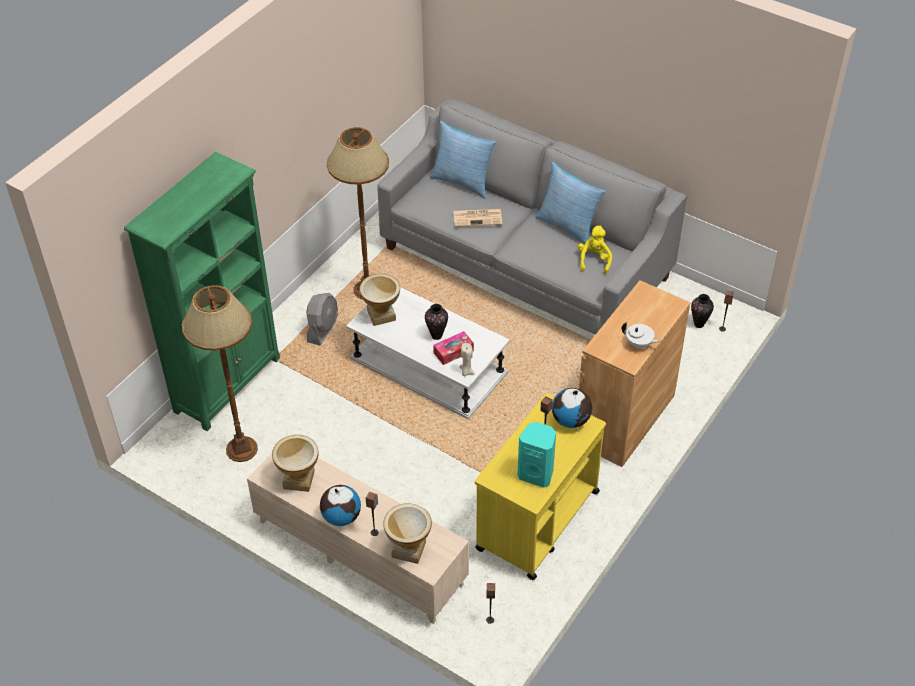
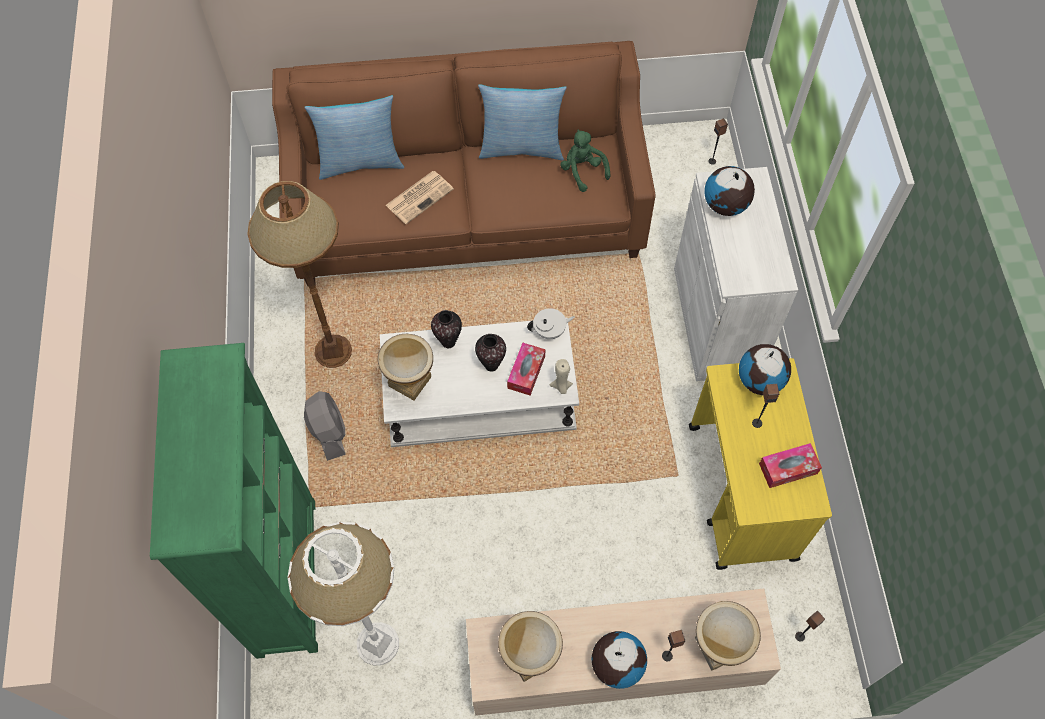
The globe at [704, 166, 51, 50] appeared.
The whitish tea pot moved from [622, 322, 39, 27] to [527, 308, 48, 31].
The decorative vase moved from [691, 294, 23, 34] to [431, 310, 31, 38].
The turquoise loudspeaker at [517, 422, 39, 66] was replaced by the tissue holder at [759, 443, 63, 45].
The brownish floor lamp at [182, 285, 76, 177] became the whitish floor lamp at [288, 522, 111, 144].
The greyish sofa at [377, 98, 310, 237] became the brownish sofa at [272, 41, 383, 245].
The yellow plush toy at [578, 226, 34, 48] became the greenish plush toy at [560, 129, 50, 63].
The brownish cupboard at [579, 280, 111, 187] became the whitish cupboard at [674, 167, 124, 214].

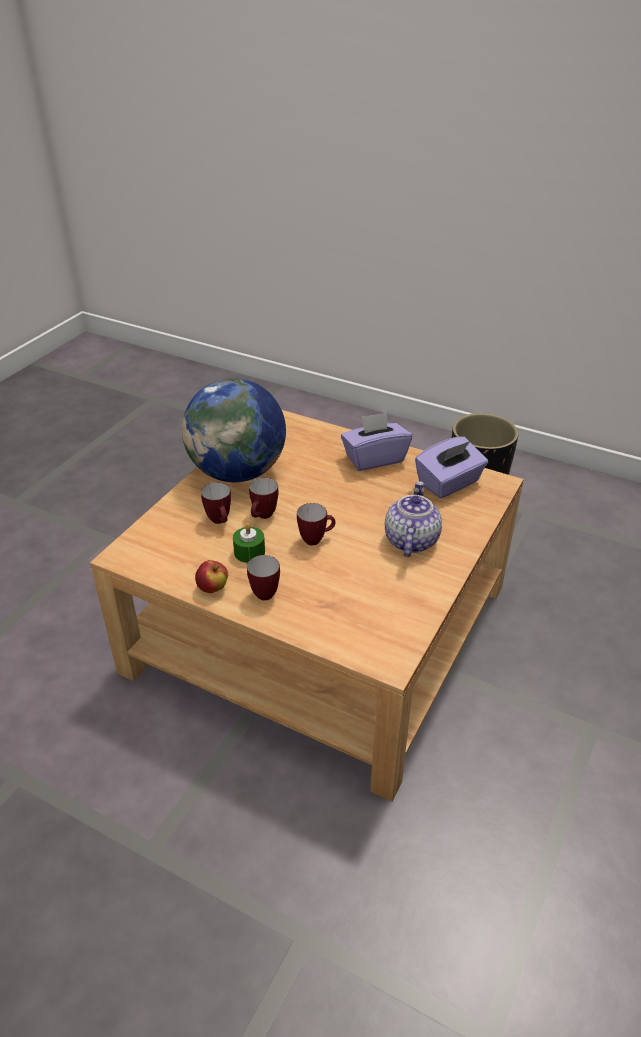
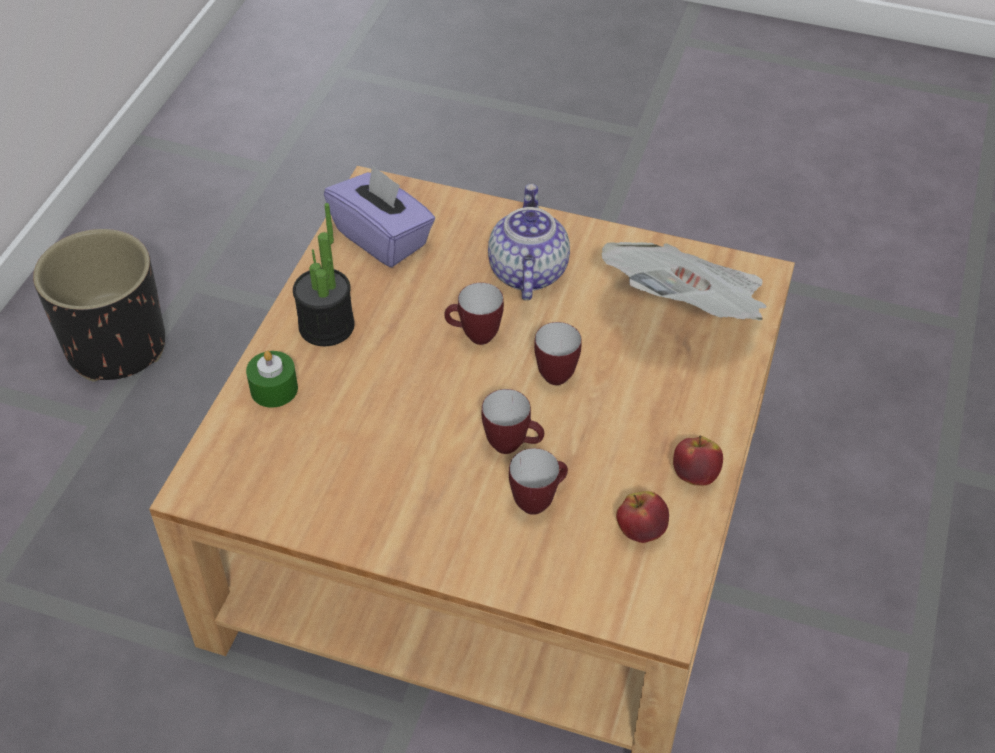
The globe at [182, 378, 104, 104] disappeared.
The newspaper at [602, 242, 165, 79] appeared.
The whole apple at [616, 491, 53, 52] appeared.
The greenish wax light moved from [233, 523, 32, 40] to [246, 350, 52, 58].
The coffee mug moved from [247, 555, 33, 46] to [444, 282, 60, 63].
The purple tissue holder at [341, 412, 71, 59] was replaced by the potted plant at [293, 203, 62, 143].
The tea pot at [385, 481, 57, 76] turned 90 degrees clockwise.

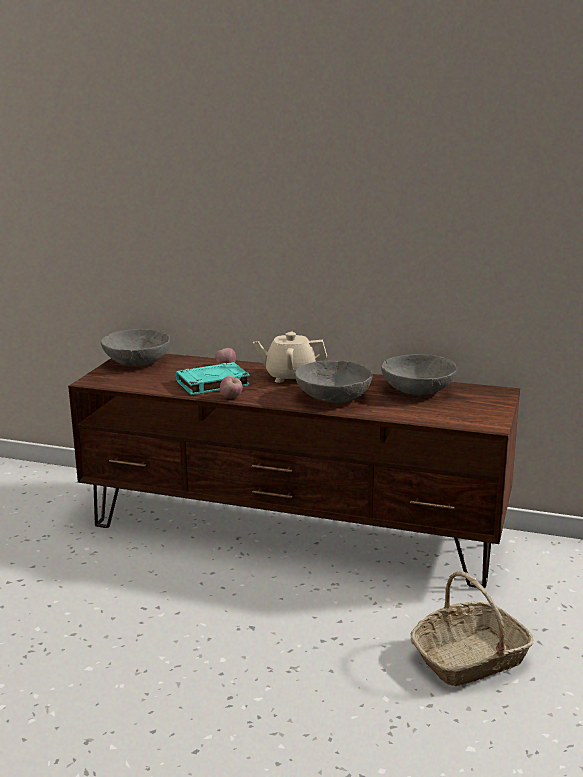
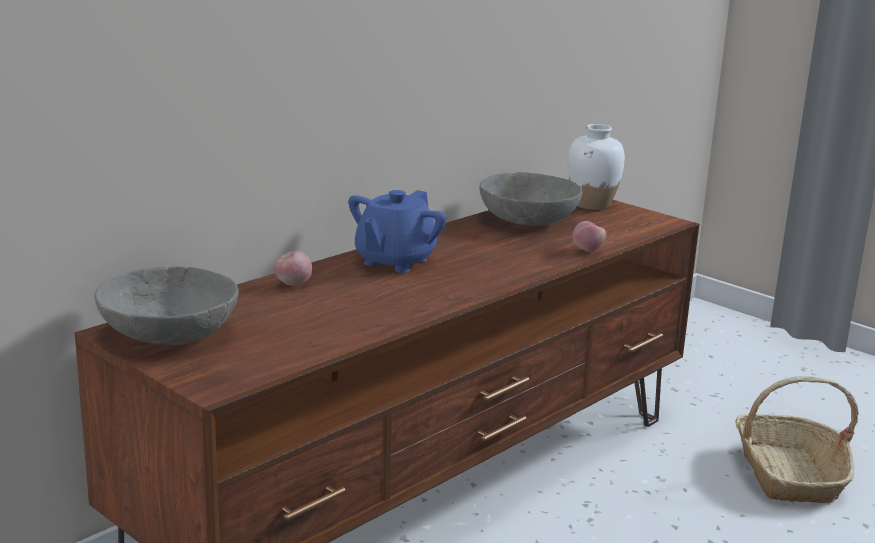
The turquoise book at [176, 362, 74, 33] disappeared.
The greyish bowl at [295, 361, 78, 42] disappeared.
The whitish decorative vase at [568, 124, 57, 86] appeared.
The whole apple moved from [220, 376, 23, 22] to [572, 221, 34, 31].
The sand-coloured tea pot at [253, 332, 74, 51] became the bluish tea pot at [348, 190, 98, 83].

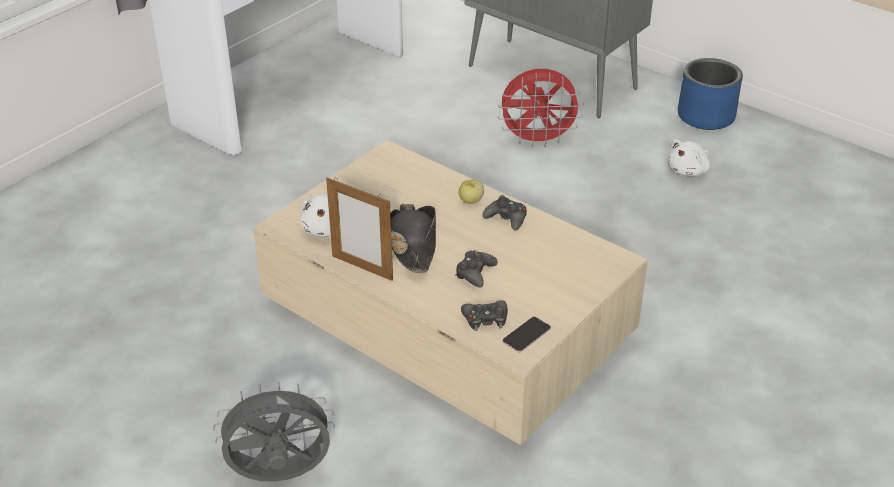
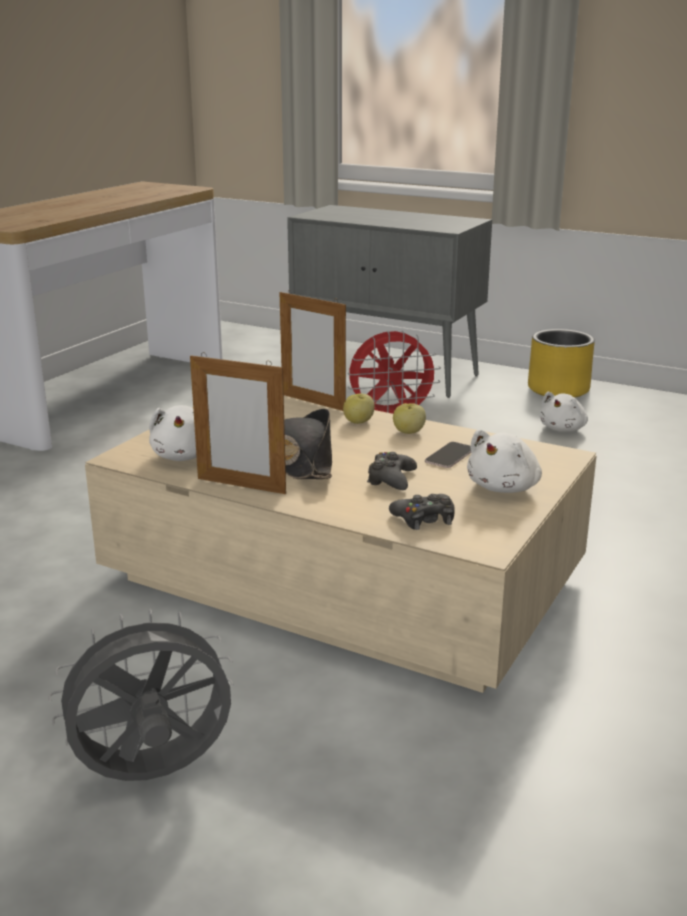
The photo frame at [279, 290, 67, 121] appeared.
The whitish plush toy at [467, 429, 75, 64] appeared.
The phone moved from [502, 317, 49, 35] to [425, 442, 46, 26].
The blackish game controller at [483, 195, 44, 35] was replaced by the whole apple at [393, 403, 33, 31].
The bluish planter at [678, 58, 65, 72] became the yellow planter at [528, 329, 67, 69].

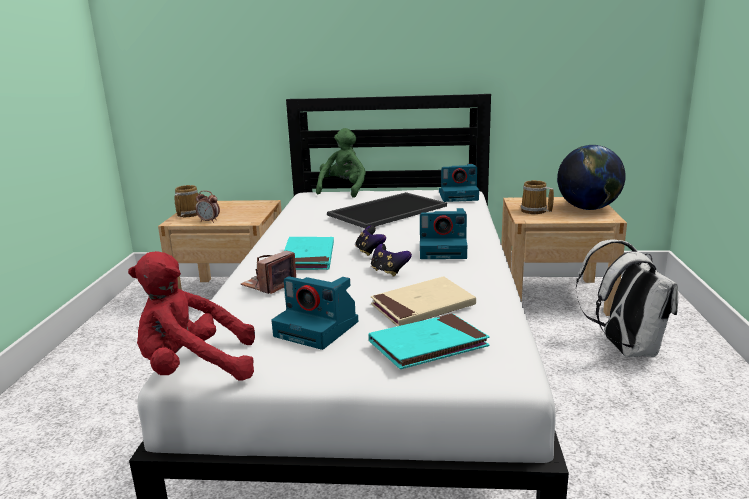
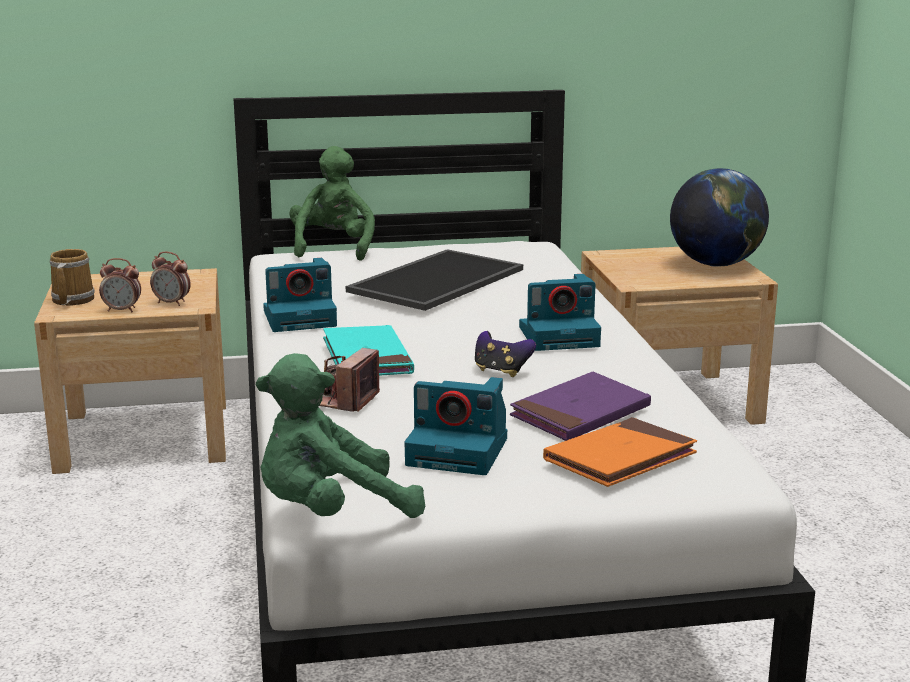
The game controller at [355, 226, 31, 30] disappeared.
The coffee mug at [521, 180, 33, 34] disappeared.
The whitish rucksack at [576, 239, 102, 118] disappeared.
The bedside clock at [150, 252, 41, 54] appeared.
The still camera moved from [439, 164, 40, 38] to [263, 258, 74, 74].
The reddish plush toy at [128, 251, 127, 130] became the greenish plush toy at [256, 353, 169, 165].
The turquoise book at [369, 313, 121, 56] became the orange book at [543, 417, 154, 70].
The sand-coloured book at [371, 276, 105, 50] became the purple book at [510, 372, 141, 69].

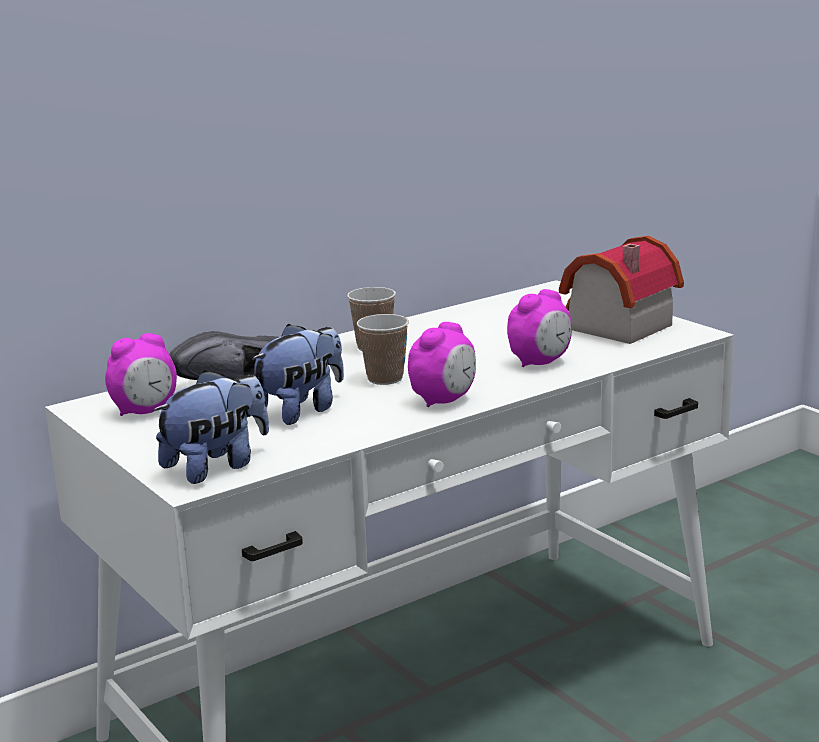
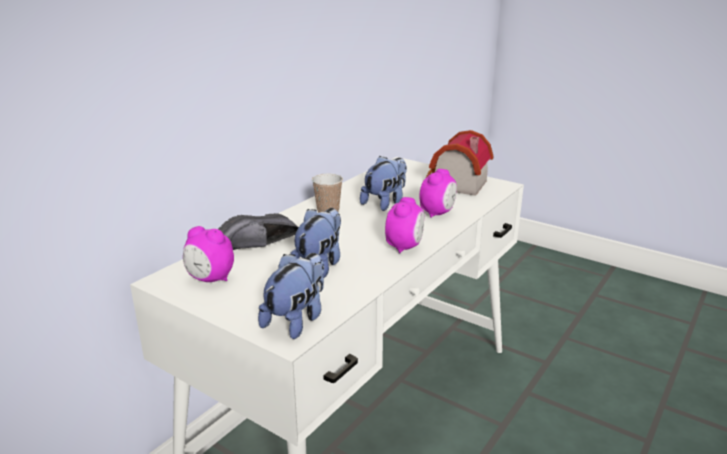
The drinking cup at [357, 314, 52, 71] disappeared.
The plush toy at [360, 156, 47, 55] appeared.
The bedside clock at [105, 333, 72, 83] turned 75 degrees clockwise.

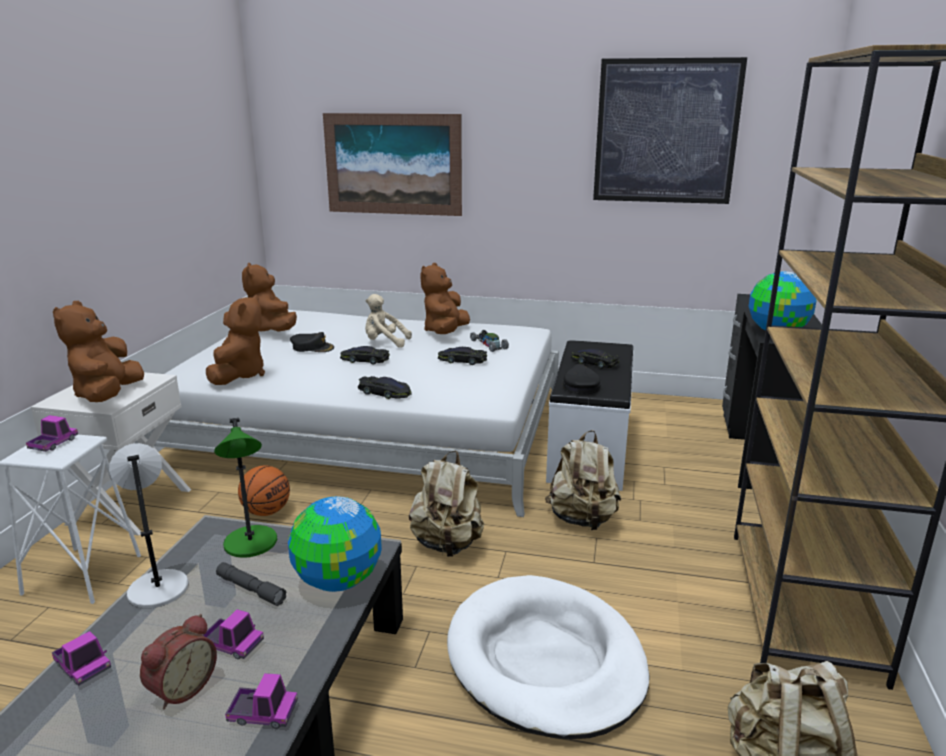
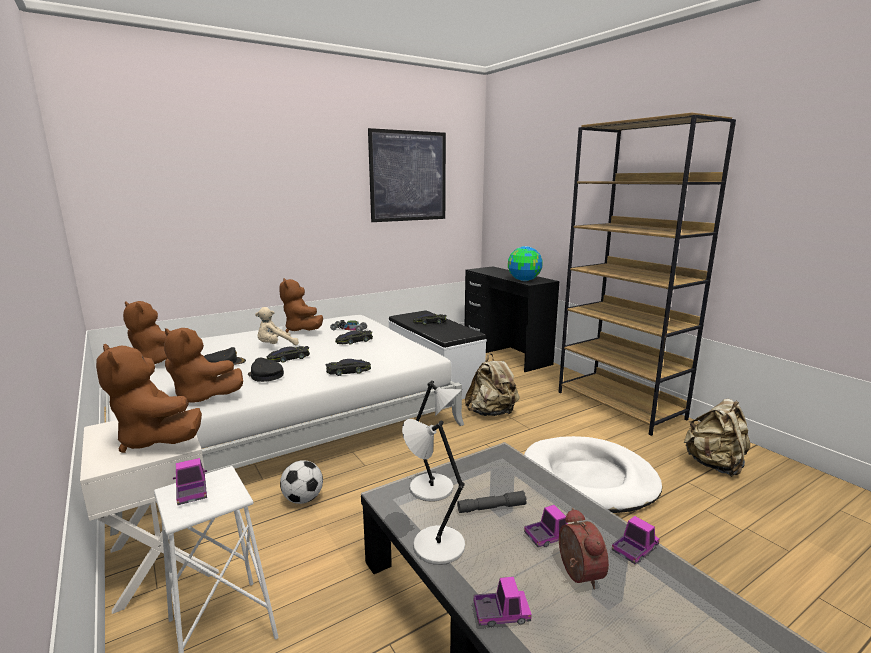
The globe at [288, 496, 94, 96] disappeared.
The picture at [323, 113, 139, 103] disappeared.
The sand-coloured rucksack at [409, 451, 75, 106] disappeared.
The blackish baseball cap moved from [562, 364, 39, 30] to [248, 358, 36, 24].
The ball for basketball at [238, 465, 52, 51] was replaced by the football ball at [280, 460, 43, 44].
The greenish table lamp at [214, 418, 63, 140] became the greyish table lamp at [410, 380, 52, 121].
The brownish plush toy at [206, 294, 59, 91] turned 150 degrees clockwise.

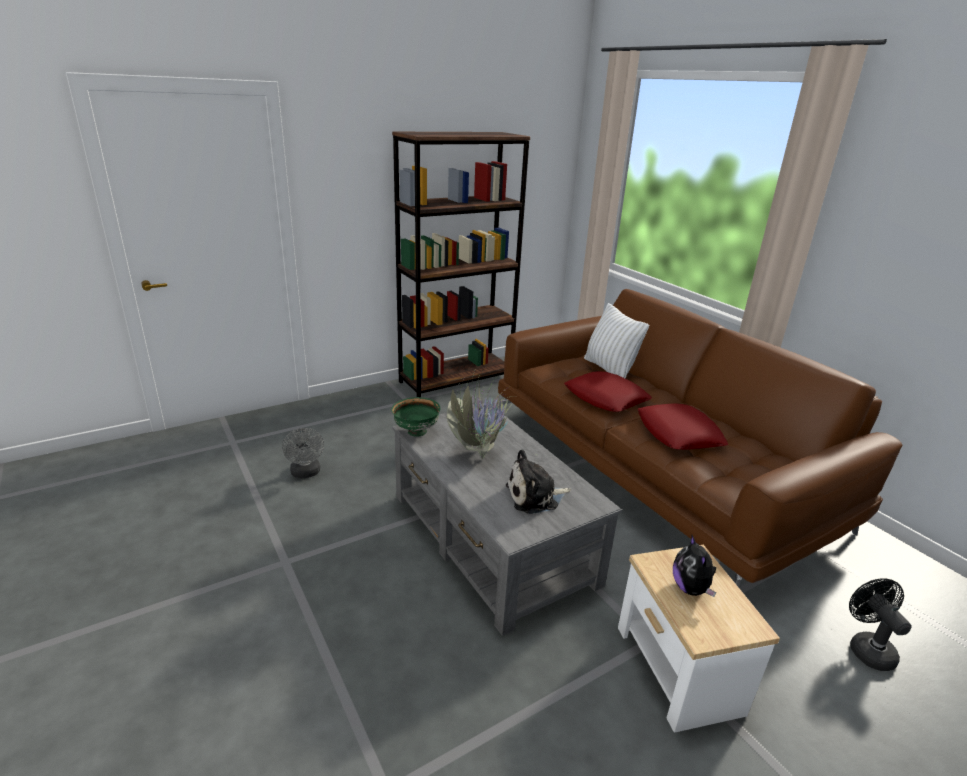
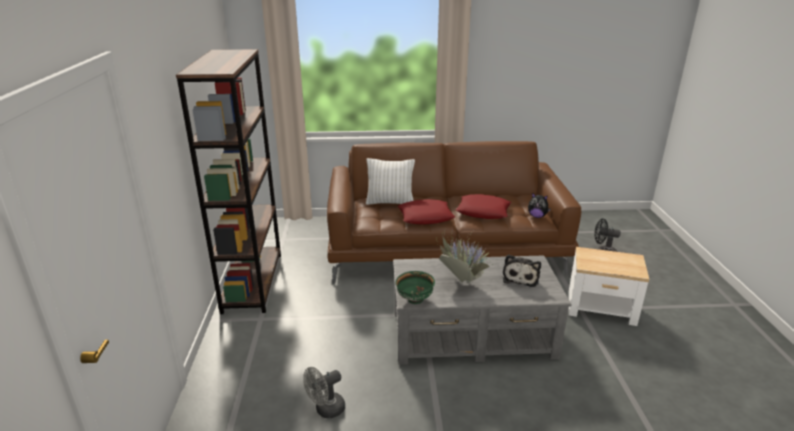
The plush toy moved from [673, 535, 43, 62] to [528, 193, 23, 25].
The greyish fan at [282, 428, 42, 50] turned 135 degrees clockwise.

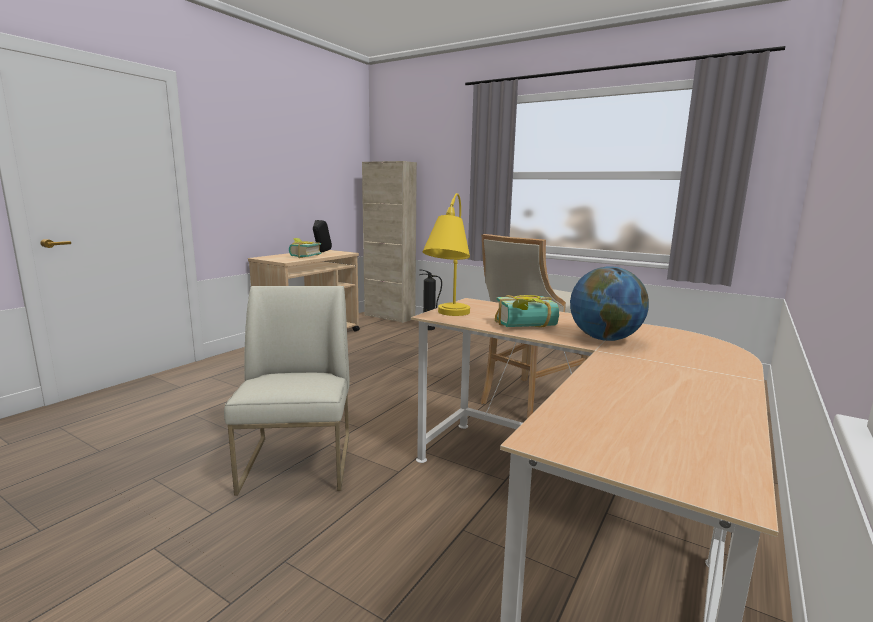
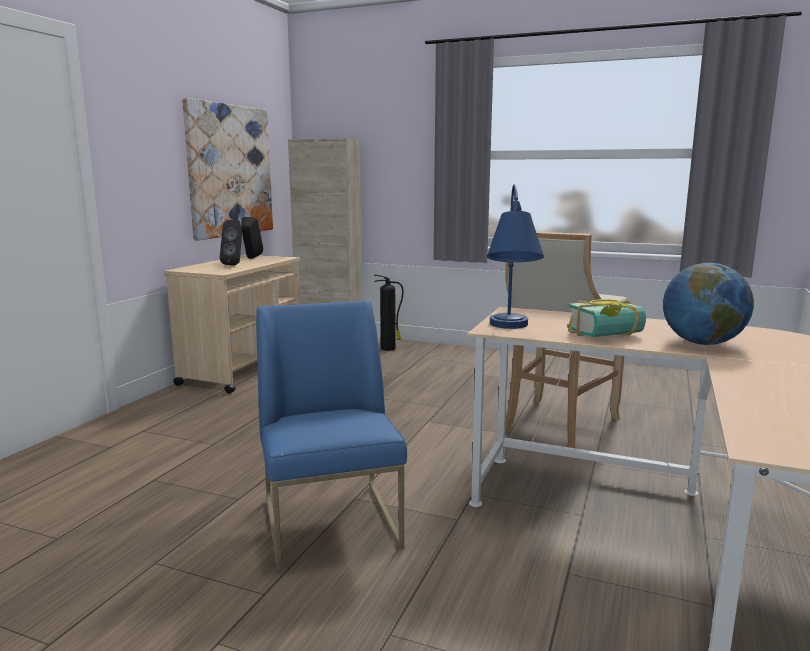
The picture at [182, 98, 91, 142] appeared.
The book at [289, 238, 33, 20] was replaced by the blackish loudspeaker at [220, 220, 22, 46].
The whitish upright chair at [224, 286, 126, 210] became the bluish upright chair at [256, 300, 151, 270].
The yellow table lamp at [423, 193, 47, 123] became the bluish table lamp at [487, 184, 57, 145].

